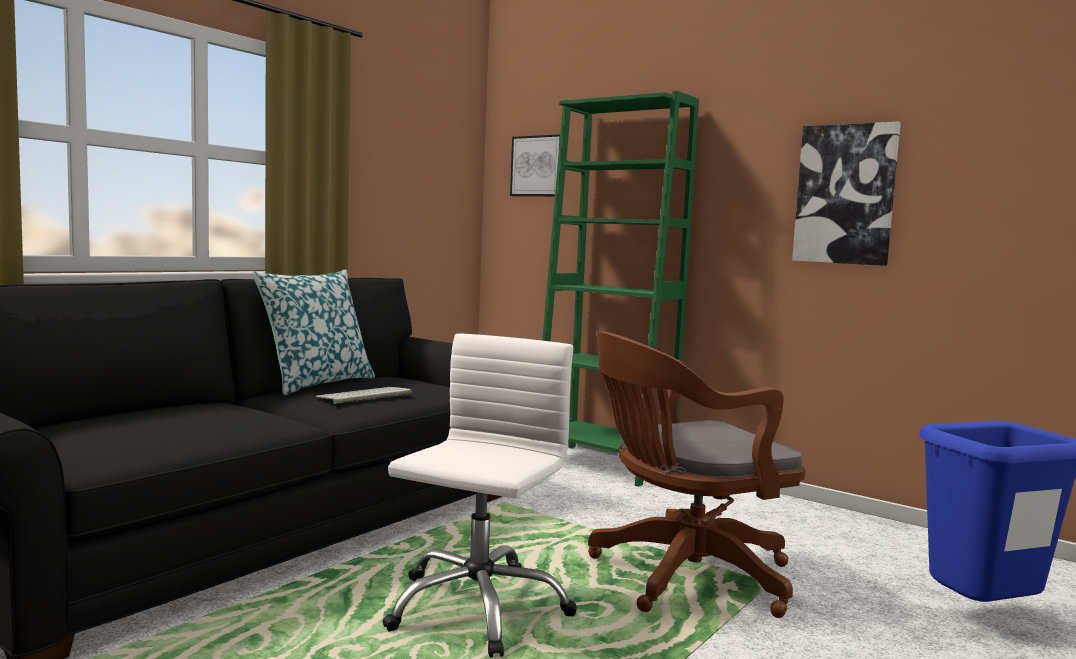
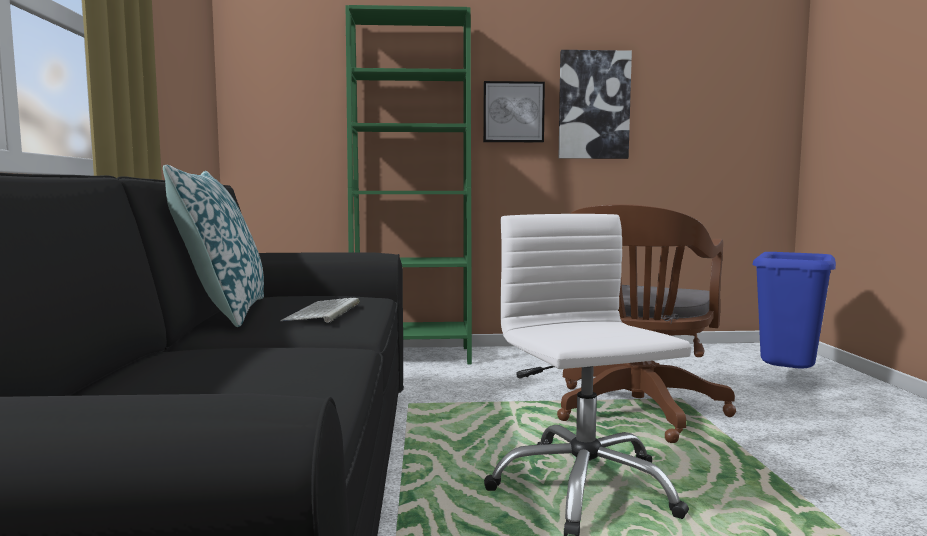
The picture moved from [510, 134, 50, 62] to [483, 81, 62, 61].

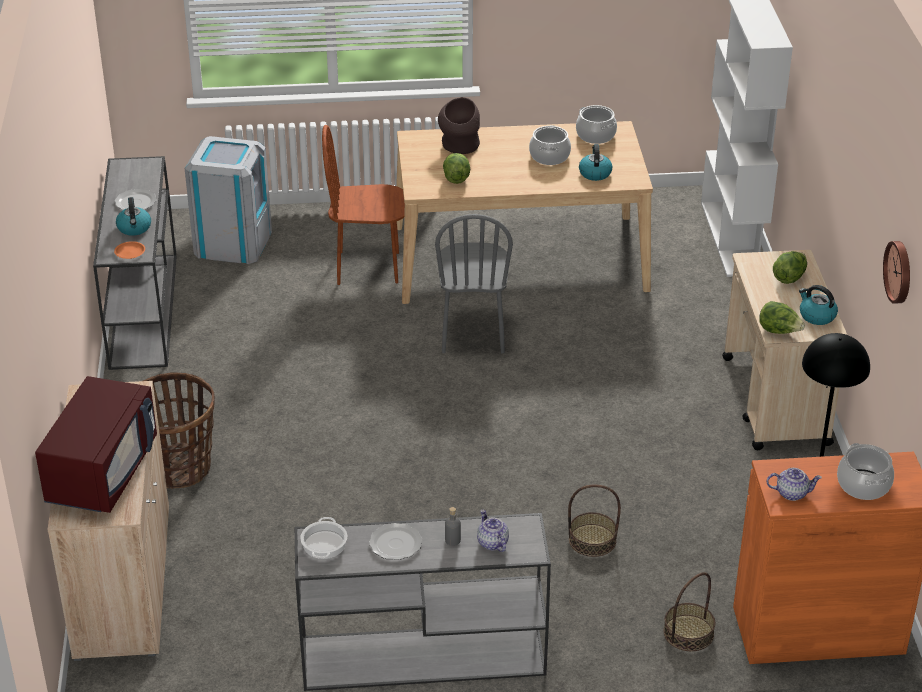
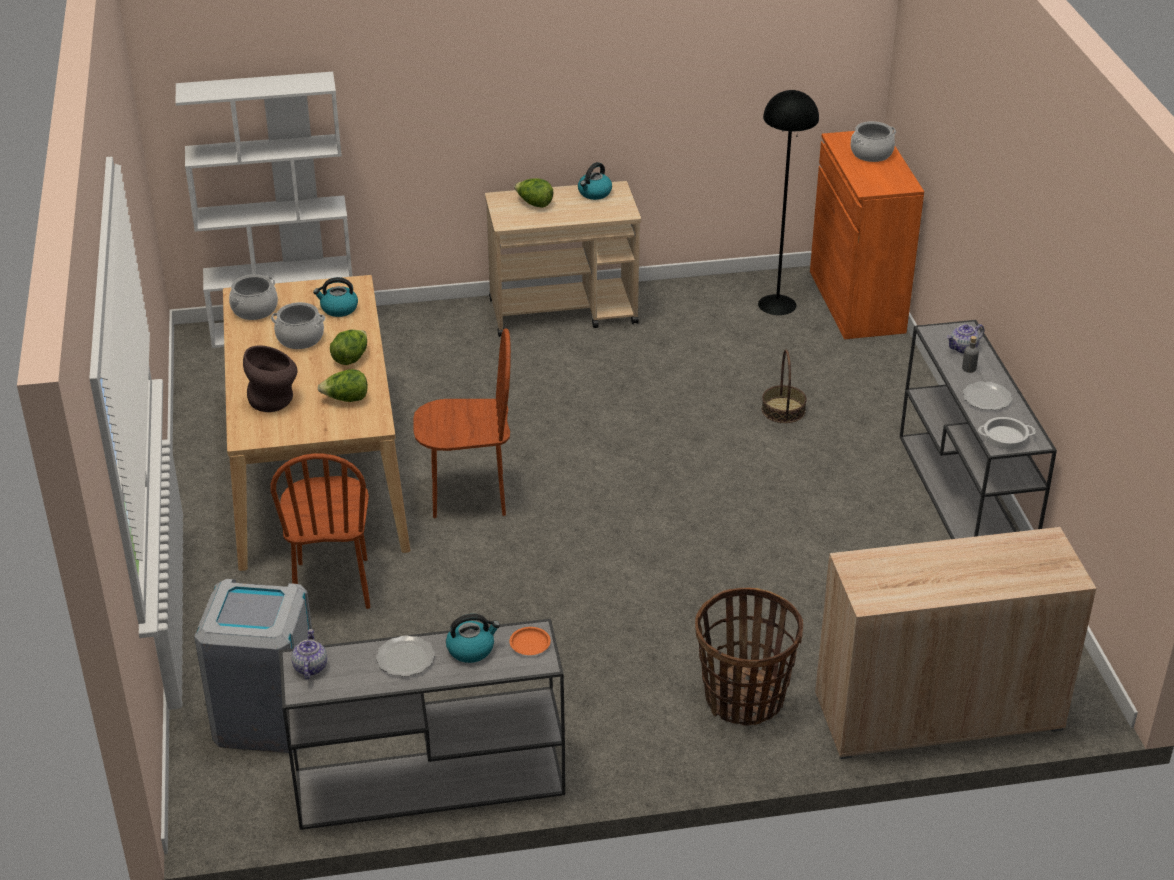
The reddish microwave at [35, 376, 122, 137] disappeared.
The household basket at [664, 572, 51, 79] disappeared.
The clock on the wall at [883, 241, 27, 63] disappeared.
The lettuce moved from [760, 301, 45, 33] to [330, 330, 37, 35].
The tea pot moved from [766, 468, 56, 33] to [291, 629, 36, 51].
The greyish upright chair at [435, 214, 78, 140] became the brownish upright chair at [413, 328, 98, 190].

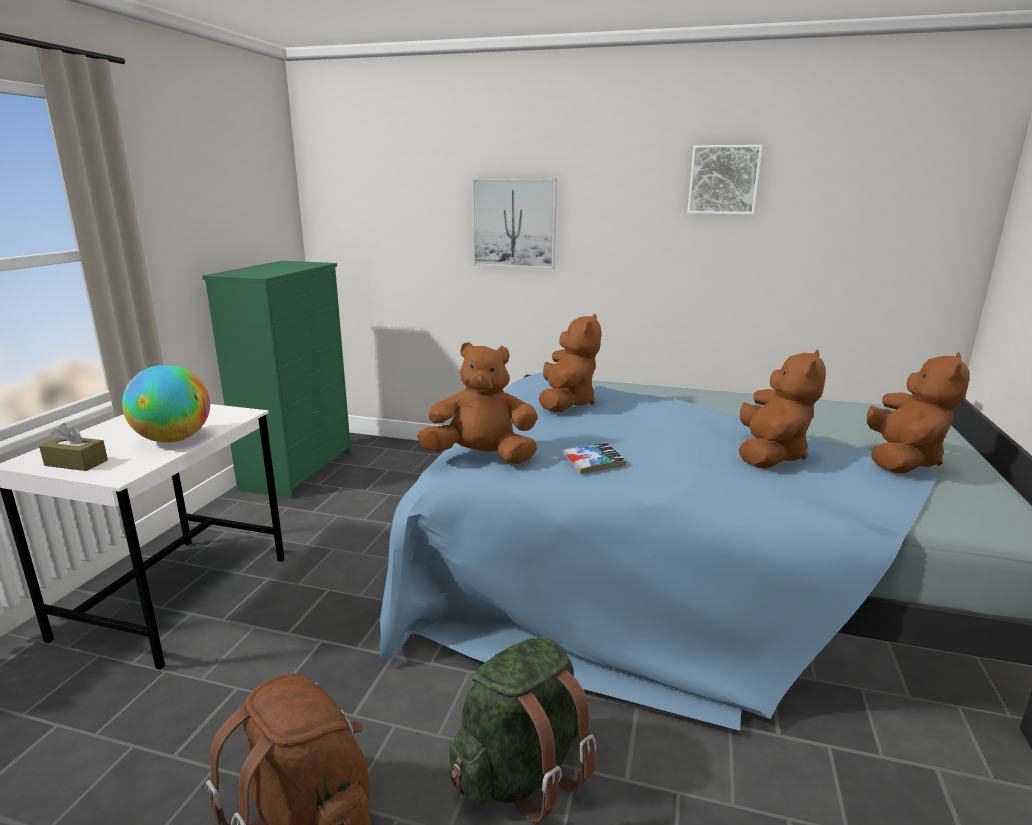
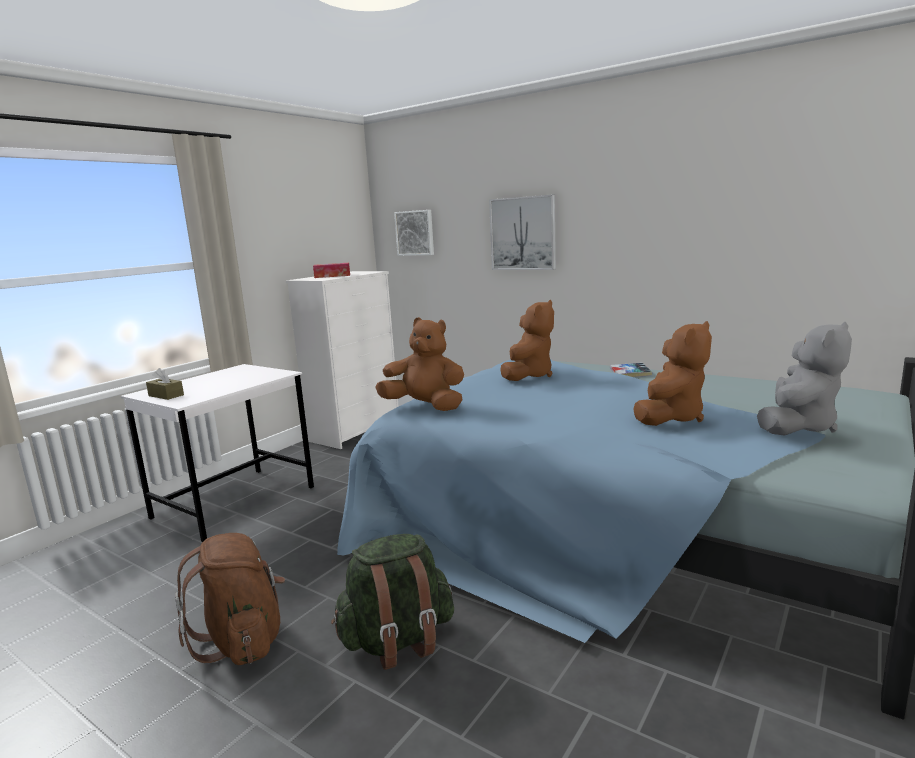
The globe at [122, 365, 88, 78] disappeared.
The tissue holder at [313, 263, 37, 15] appeared.
The book moved from [562, 442, 64, 32] to [610, 363, 42, 14].
The picture moved from [687, 145, 76, 70] to [394, 210, 40, 46].
The greenish chest of drawers at [202, 261, 149, 237] became the whitish chest of drawers at [286, 271, 113, 178].
The brownish plush toy at [867, 352, 102, 122] became the greyish plush toy at [757, 322, 95, 114].

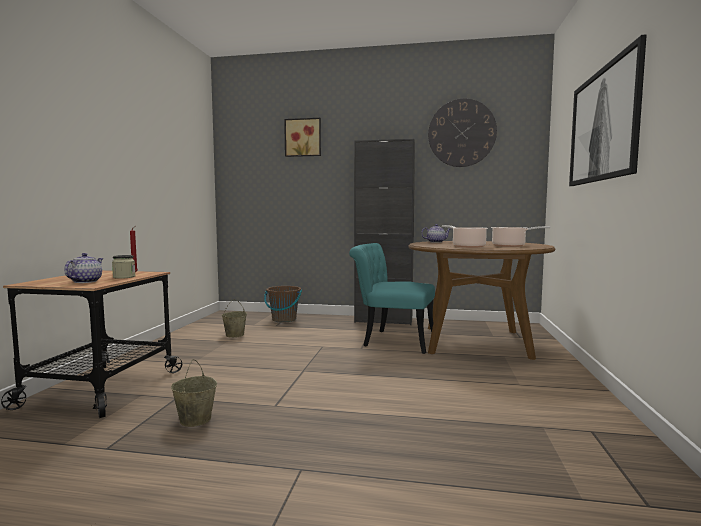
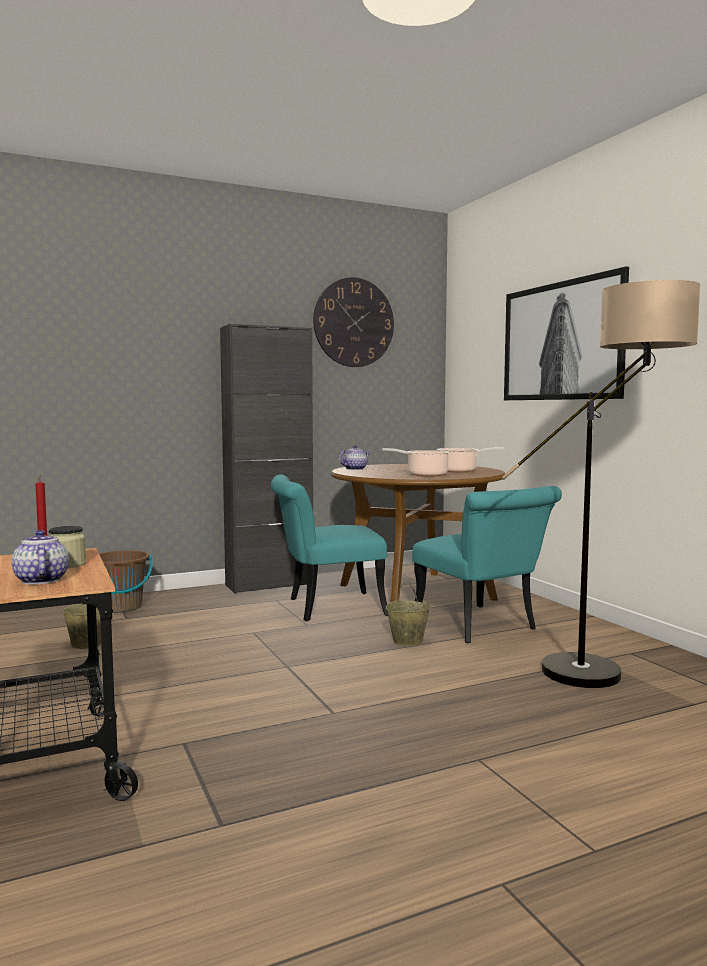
The picture at [284, 118, 37, 39] disappeared.
The turquoise upright chair at [412, 486, 150, 157] appeared.
The floor lamp at [501, 280, 200, 408] appeared.
The sand-coloured bucket moved from [171, 359, 46, 68] to [386, 582, 45, 64].

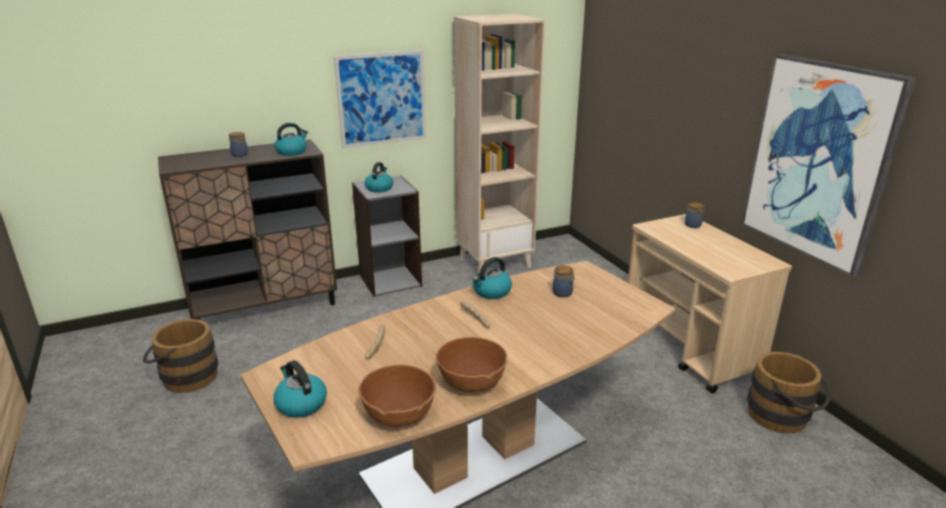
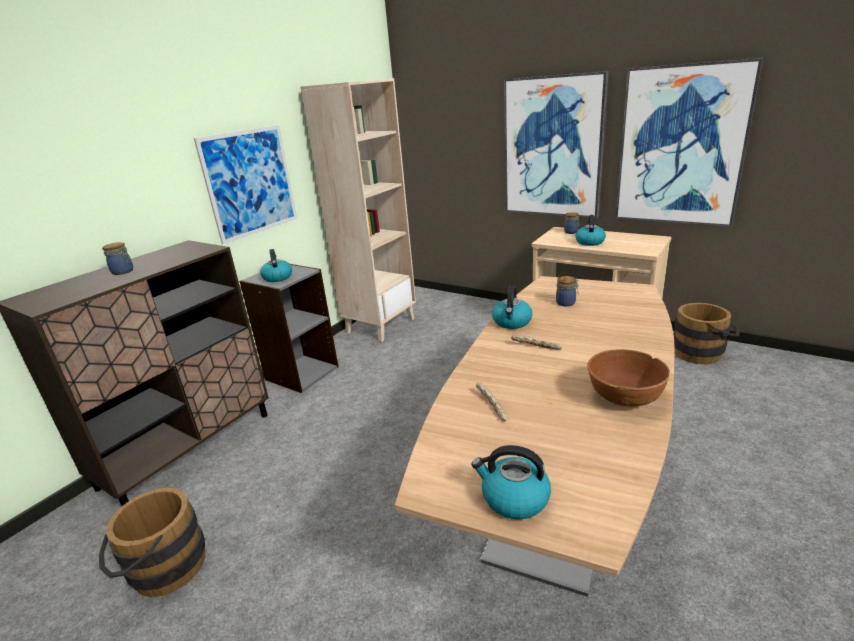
The brownish bowl at [359, 365, 77, 62] disappeared.
The picture at [504, 71, 105, 147] appeared.
The tea kettle moved from [274, 123, 34, 33] to [575, 215, 31, 31].

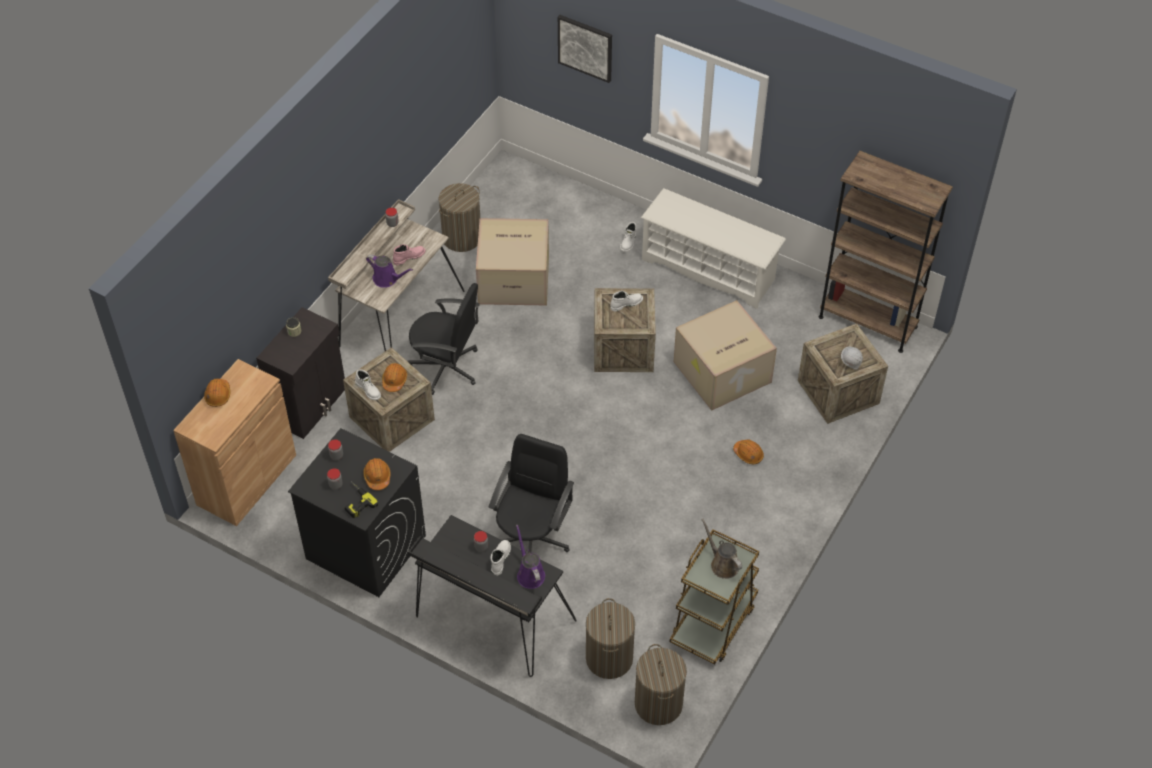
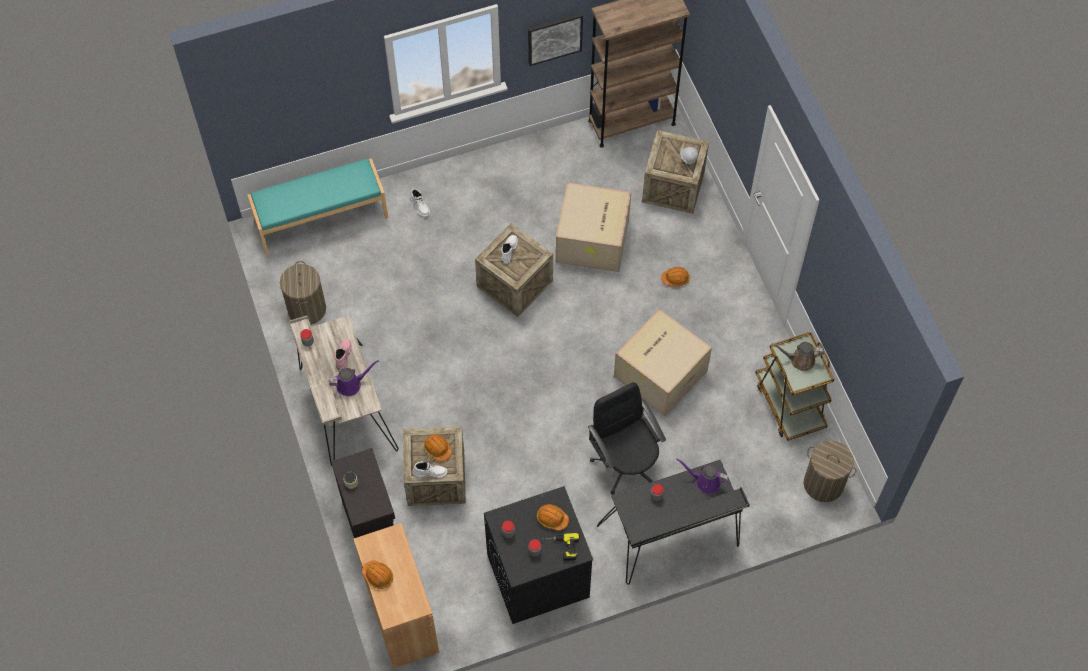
The blackish office chair at [407, 283, 73, 112] disappeared.
The whitish high-top boot at [491, 540, 20, 36] disappeared.
The hamper at [586, 598, 49, 81] disappeared.
The whitish shoe stand at [641, 188, 145, 121] disappeared.
The turquoise bench at [247, 158, 141, 97] appeared.
The packing box moved from [476, 218, 73, 87] to [614, 309, 98, 107].
The picture moved from [558, 15, 54, 68] to [528, 13, 55, 53].

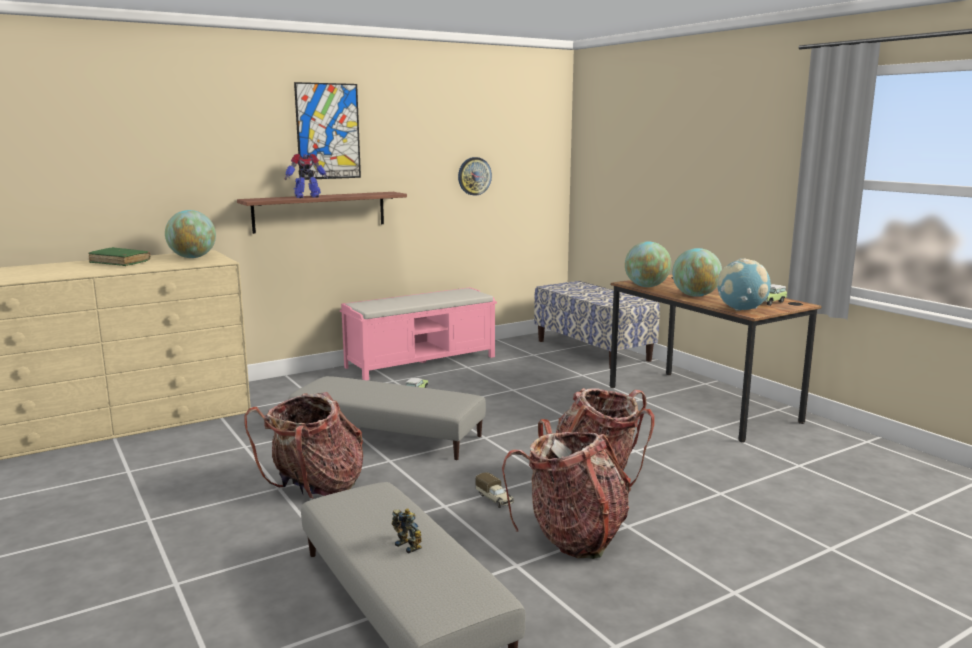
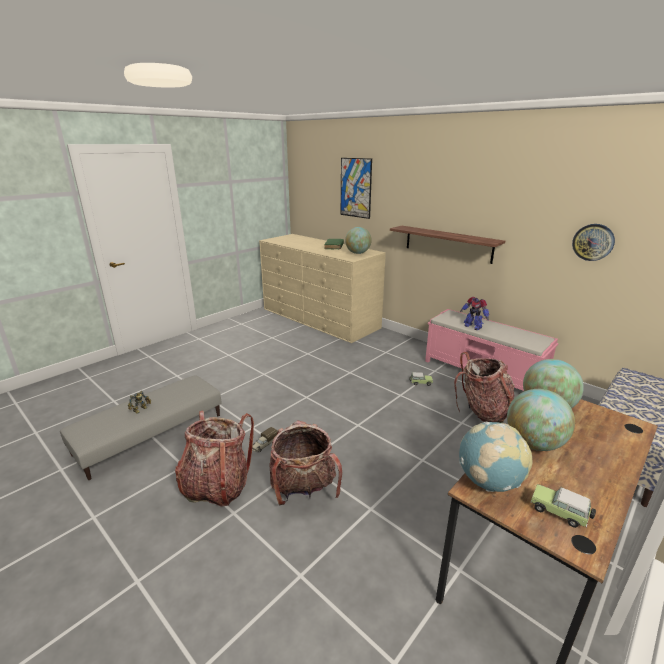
The greyish footrest at [288, 376, 198, 84] disappeared.
The rucksack moved from [244, 392, 119, 107] to [454, 352, 61, 71].
The robot figure moved from [285, 153, 43, 45] to [460, 297, 29, 33].
The picture moved from [294, 82, 67, 98] to [341, 158, 31, 61].

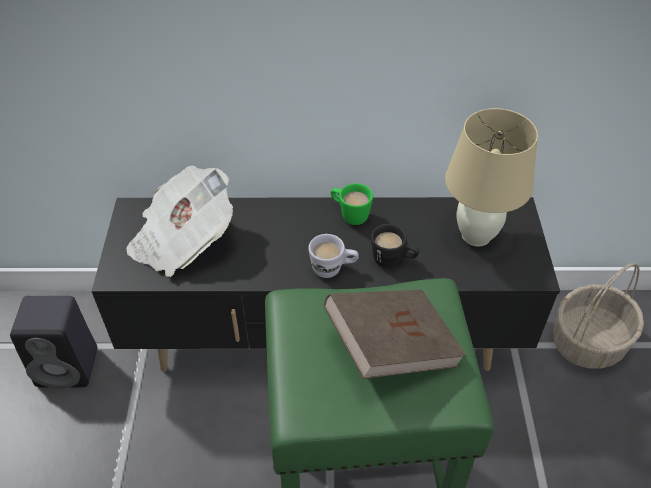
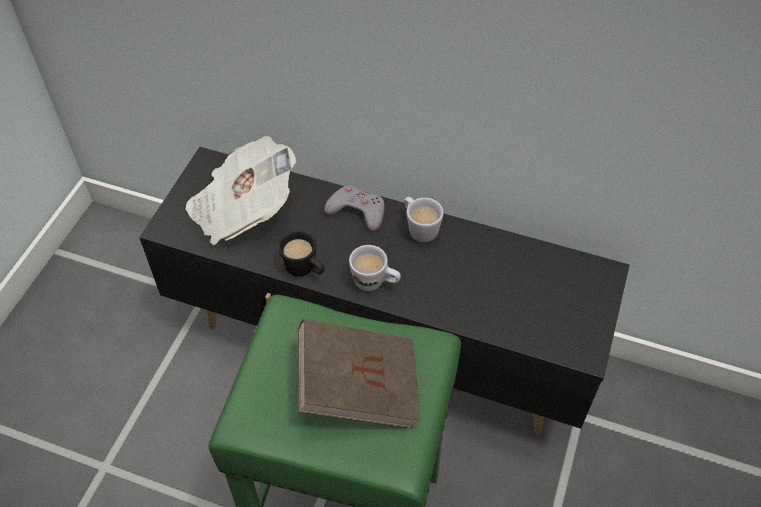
The blackish loudspeaker at [10, 296, 87, 92] disappeared.
The sand-coloured table lamp at [445, 108, 93, 138] disappeared.
The household basket at [553, 263, 91, 106] disappeared.
The greyish game controller at [324, 186, 61, 45] appeared.
The blackish coffee mug moved from [371, 224, 48, 43] to [278, 231, 47, 46].
The greenish coffee mug at [331, 183, 42, 42] became the whitish coffee mug at [404, 197, 40, 46].

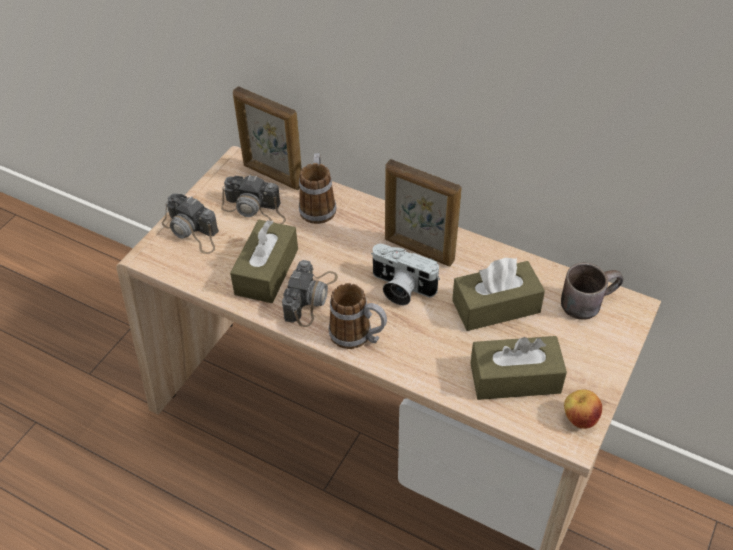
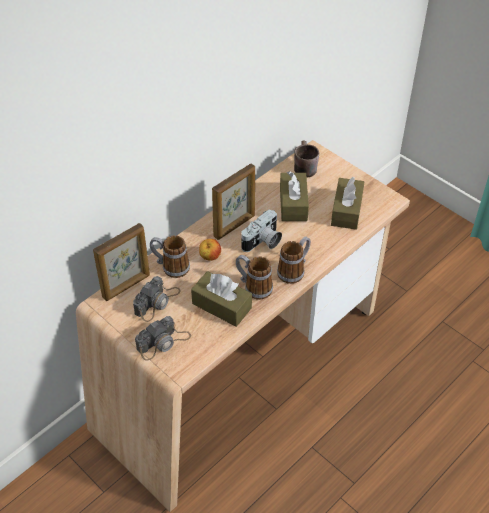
The whole apple moved from [564, 389, 38, 40] to [199, 239, 22, 22].
The still camera at [282, 260, 56, 67] was replaced by the coffee mug at [236, 255, 37, 45].

